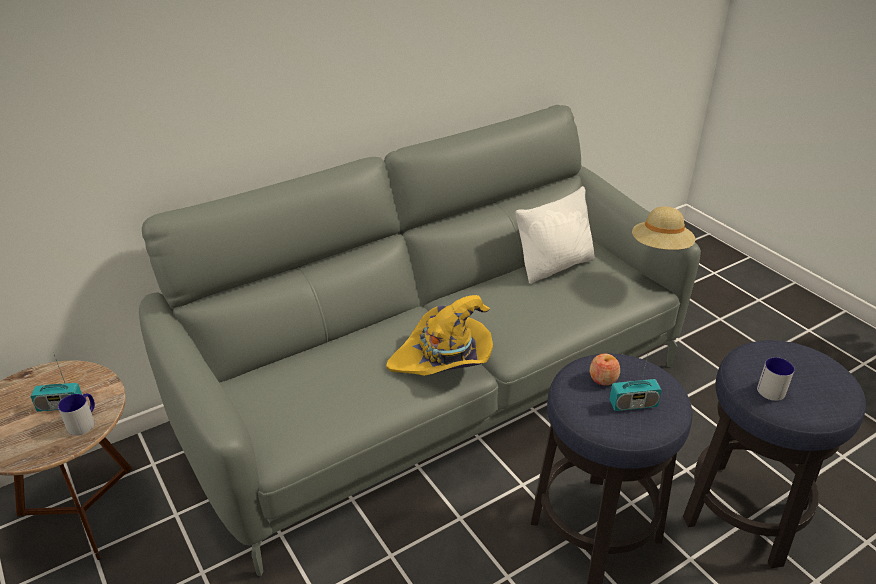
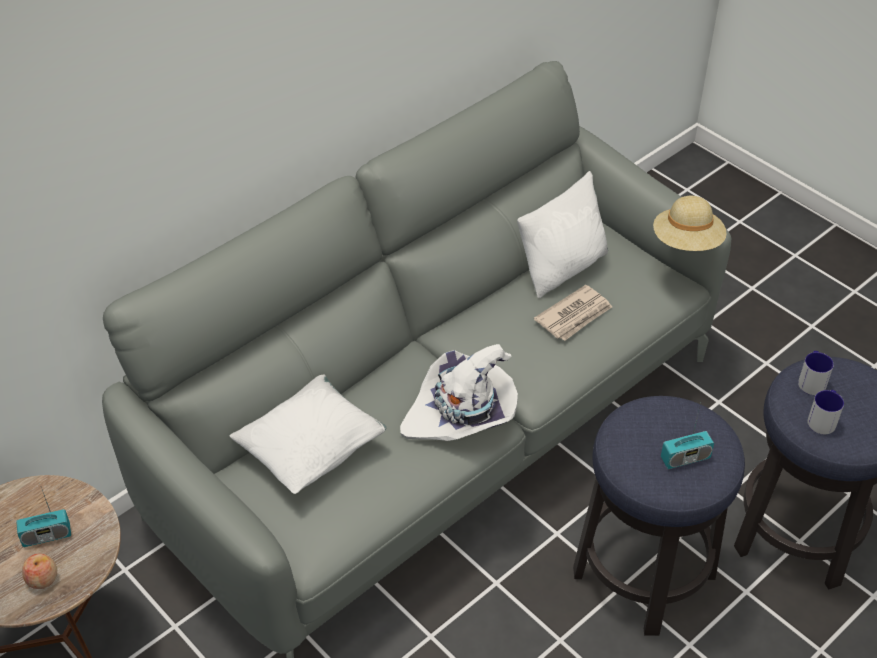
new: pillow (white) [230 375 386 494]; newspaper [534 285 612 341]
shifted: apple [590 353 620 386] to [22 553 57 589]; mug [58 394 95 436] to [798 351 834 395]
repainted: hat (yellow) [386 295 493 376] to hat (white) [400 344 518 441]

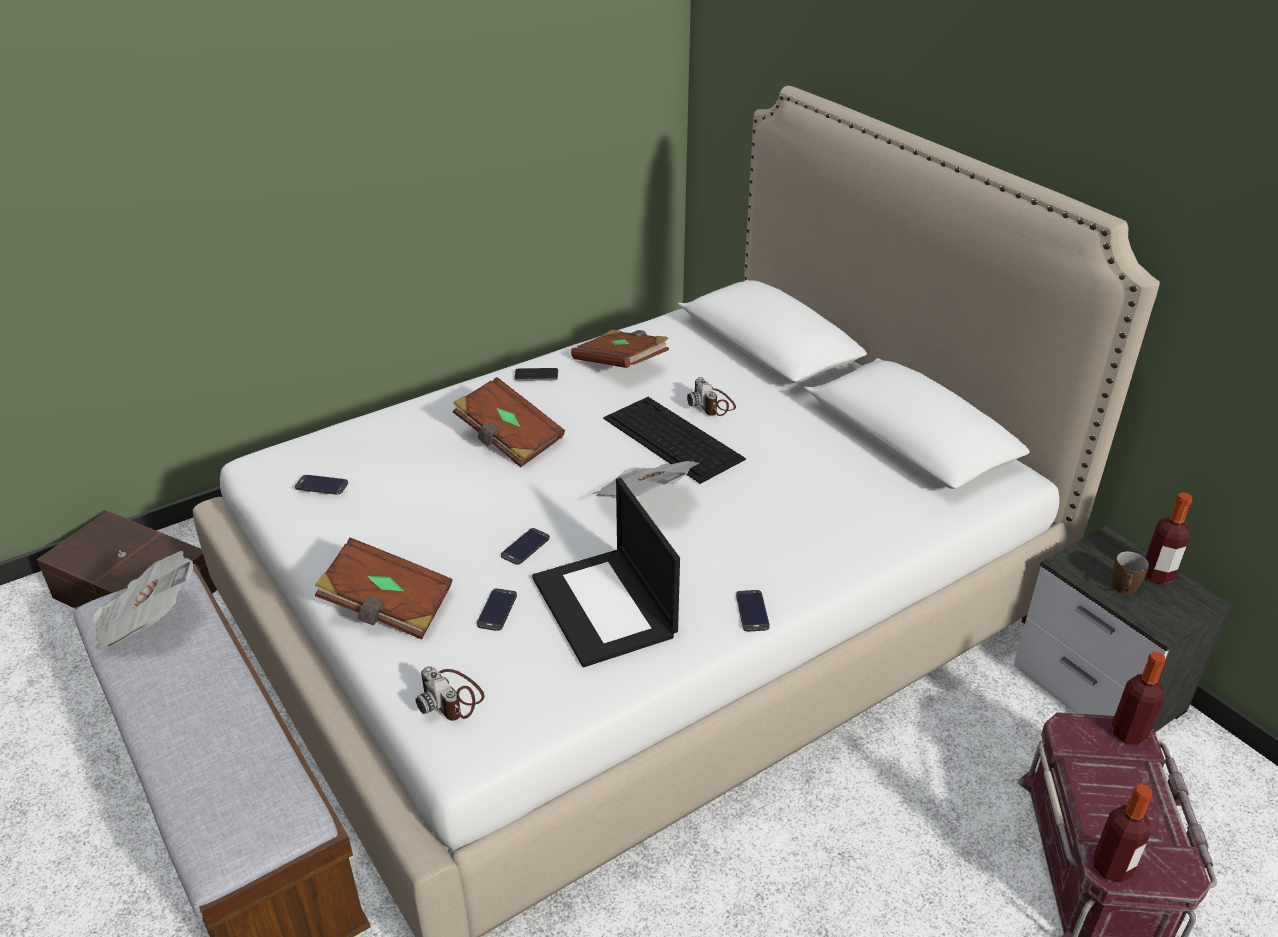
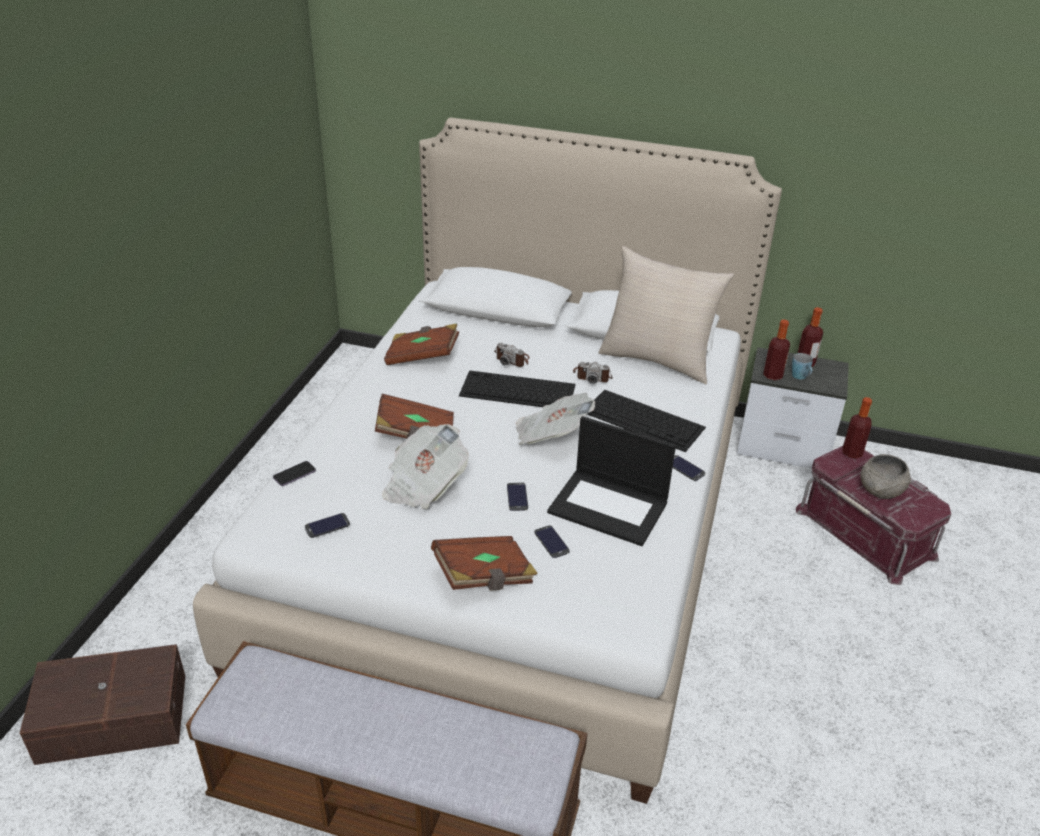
new: keyboard [587 390 706 452]; pillow (beige) [599 246 734 384]; bowl (grey) [860 454 911 499]
shifted: phone [514 368 558 381] to [273 461 316 486]; newspaper [93 551 194 651] to [382 424 469 509]; photo camera [415 666 485 721] to [573 362 612 384]; bottle [1093 784 1152 883] to [763 319 790 380]
repainted: mug (brown) [1112 551 1149 594] to mug (blue) [792 353 813 379]

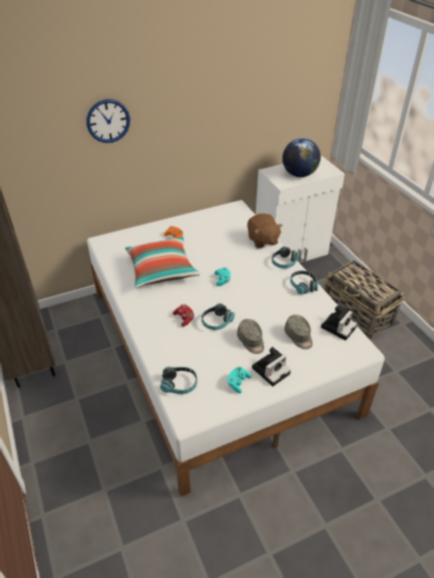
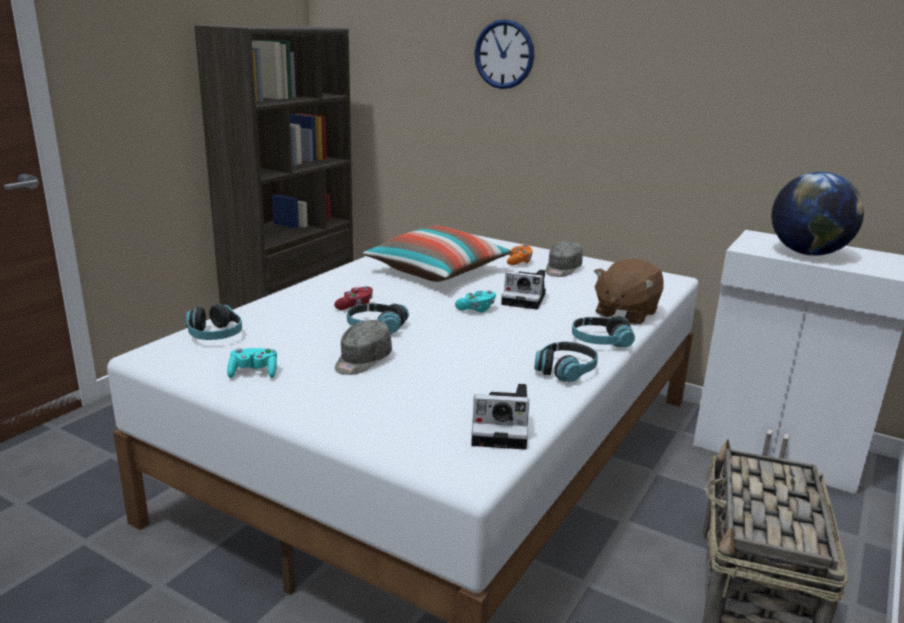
shifted: photo camera [252 347 291 386] to [501 270 546 310]; cap (grey) [284 315 313 349] to [546 241 583 277]

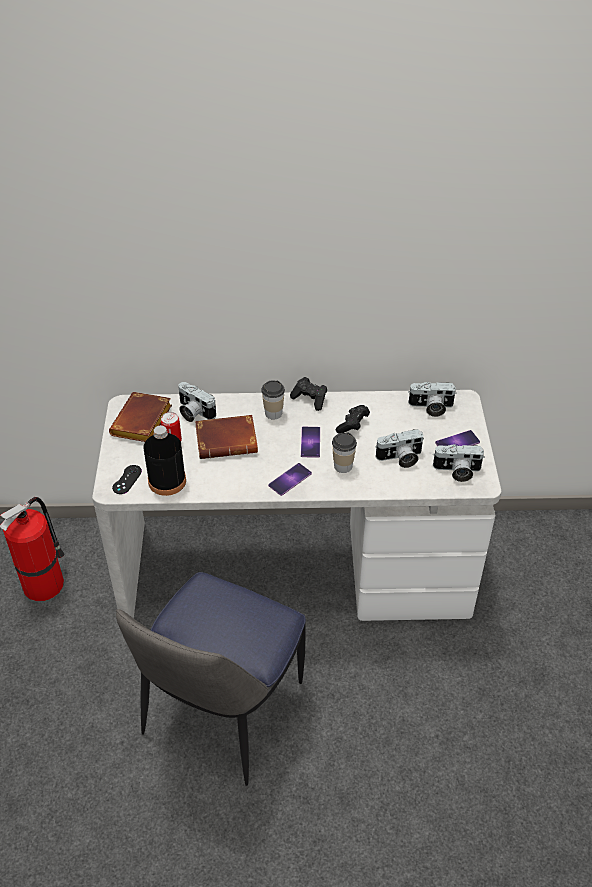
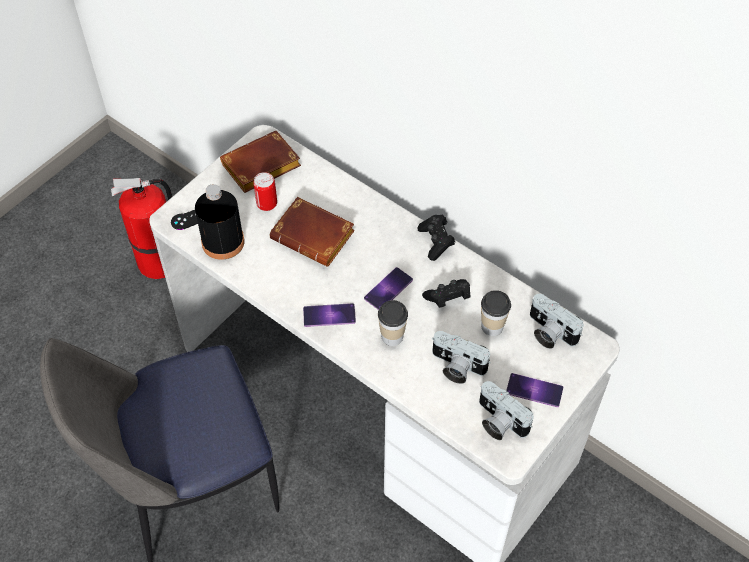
gone: photo camera [178 382 216 422]
shifted: cup [261 380 285 420] to [481 290 511 336]

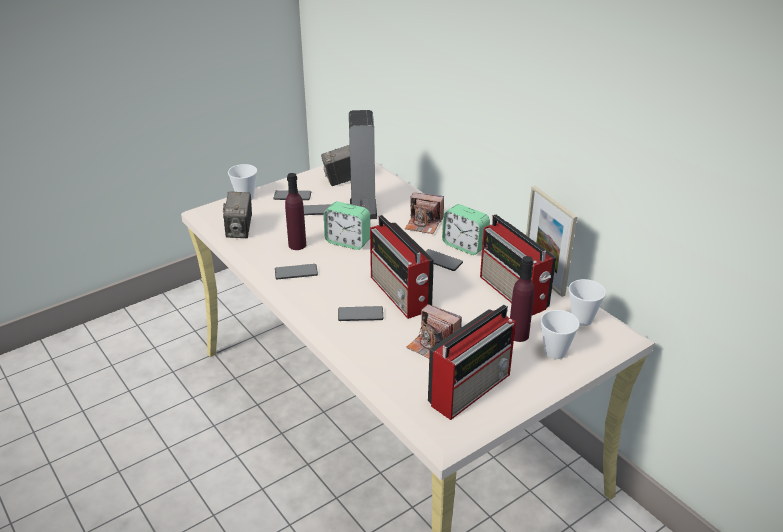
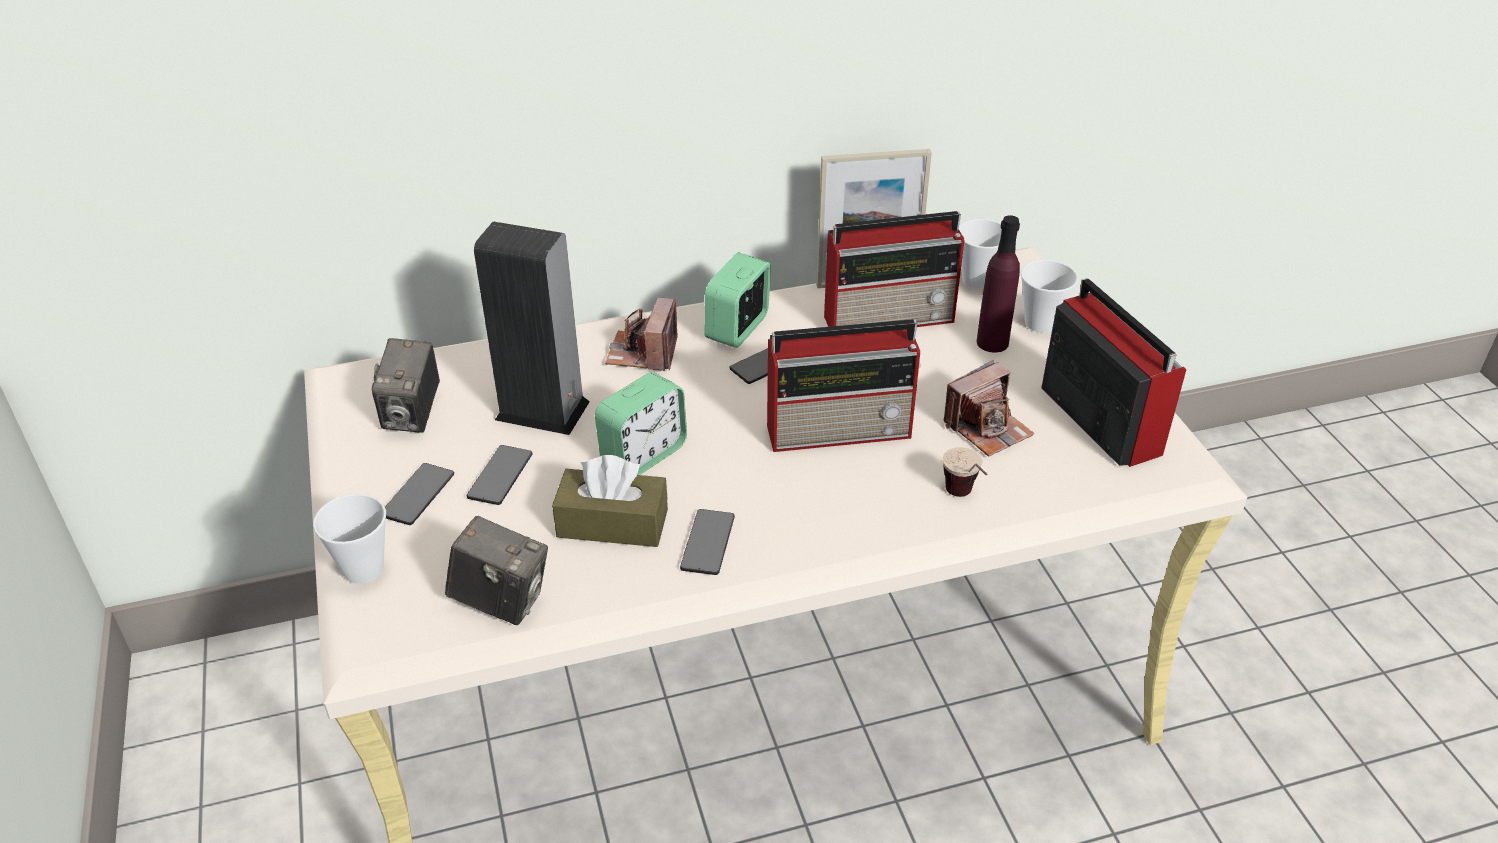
gone: phone [338 306 383 321]
new: cup [943 447 987 497]
swapped: bottle (purple) [285 173 306 250] to tissue box (brown) [552 455 668 547]
rotated: photo camera [405 193 444 234] = [605 297 678 371] 150 degrees clockwise; alarm clock [442 204 490 255] = [704 253 771 348] 150 degrees clockwise

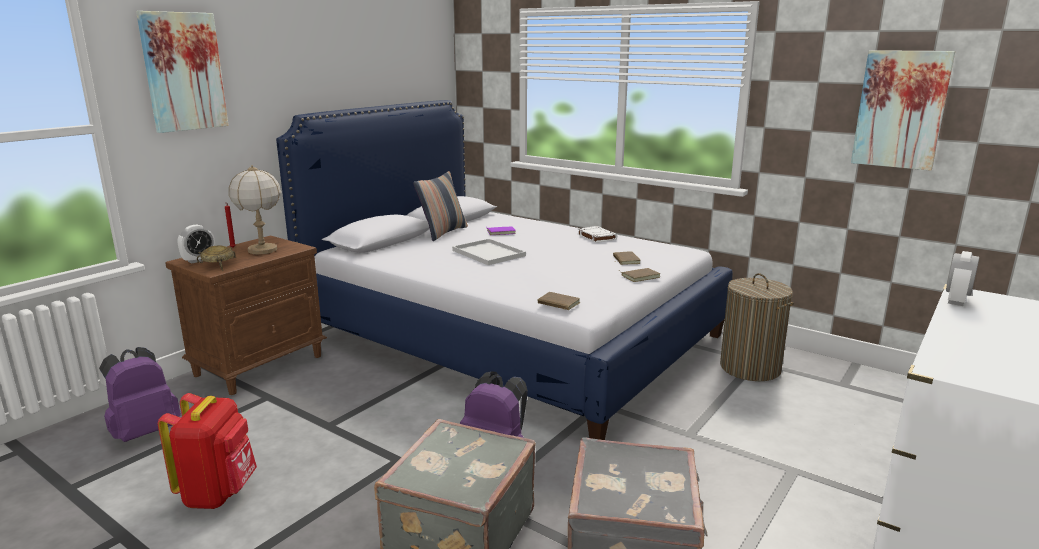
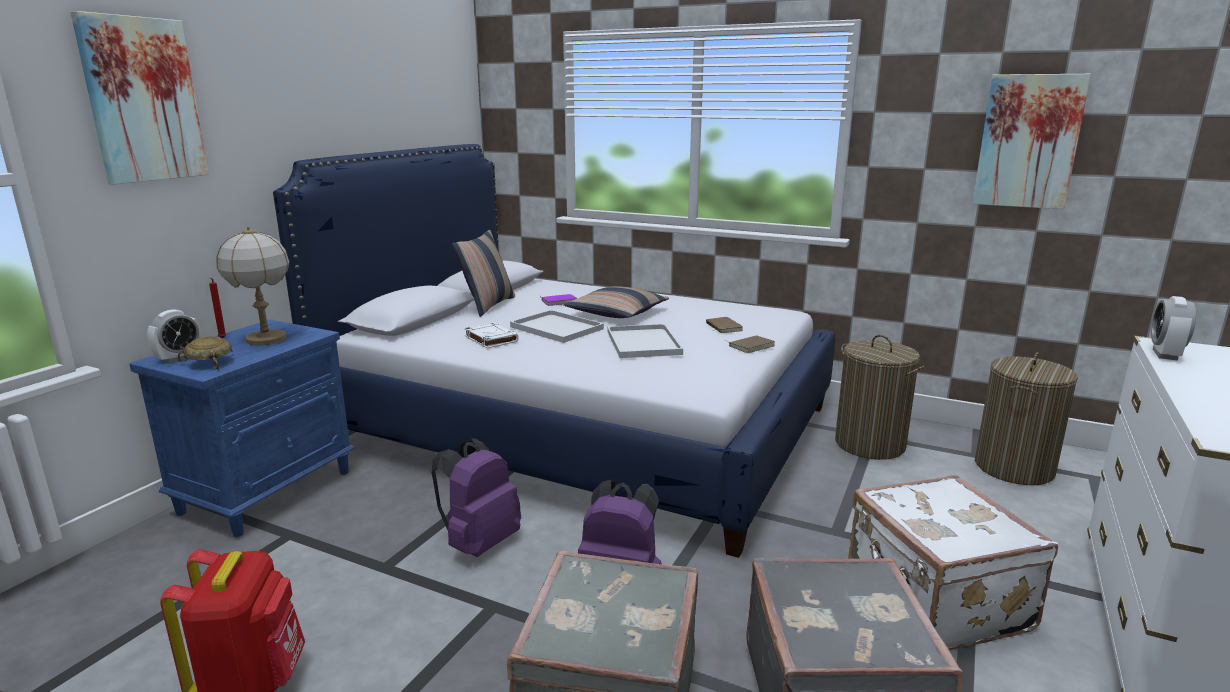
gone: book (brown) [537 292 580 310]
new: pillow [563 286 669 318]; tray (white) [607 324 683 358]; suitcase (white) [848 475 1058 650]; laundry basket [975 352 1078 485]
shifted: backpack (purple) [99 347 181 442] to [431 438 521 557]; book (white) [577 226 617 243] to [464 322 519 348]
repainted: nightstand (brown) [165 235 327 395] to nightstand (blue) [130 320 356 537]

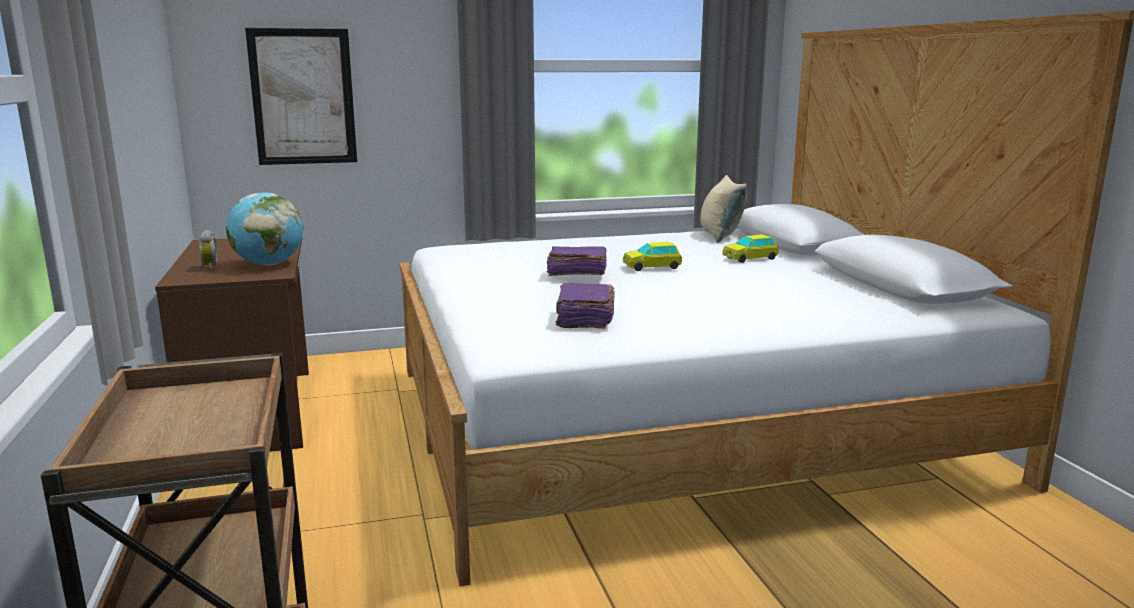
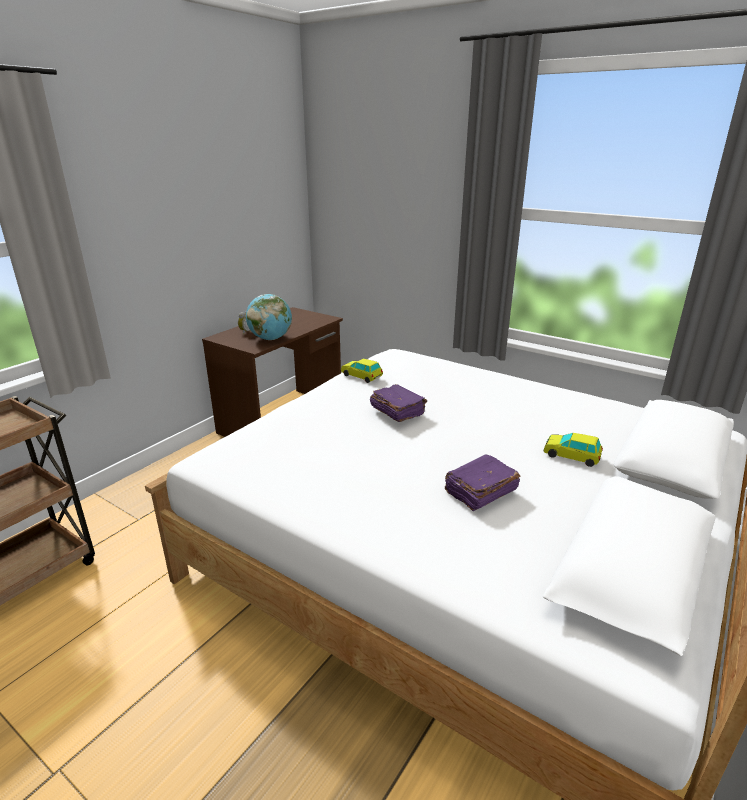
gone: picture [245 28 357 165]; pillow (beige) [700 175 747 243]
shifted: toy car [623 242 682 271] to [341 359 383 383]; book (purple) [556 283 615 329] to [445 454 520 511]

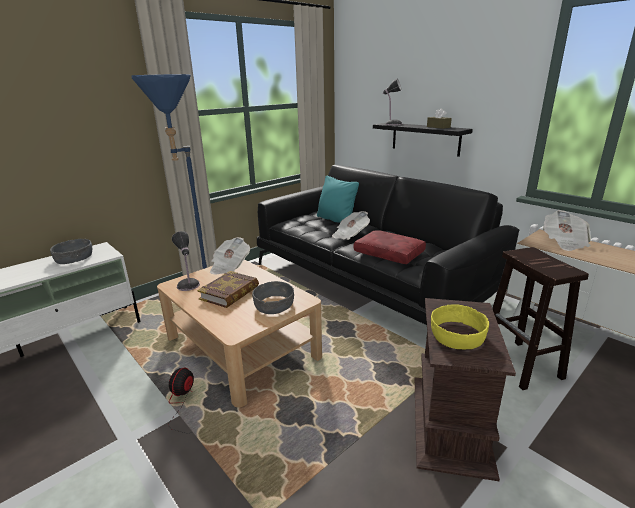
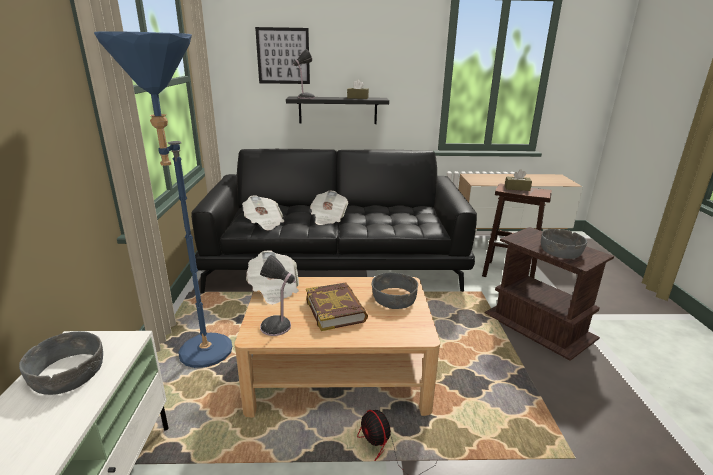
gone: pillow (turquoise) [317 176 359 223]; pillow (red) [354 230 426 264]
new: picture [255 27 310 84]; tissue box (brown) [505 169 532 191]
shifted: newspaper [543 210 591 251] to [242 195 284 231]
repainted: bowl (yellow) [431 304 489 349] to bowl (grey) [541 229 587 259]

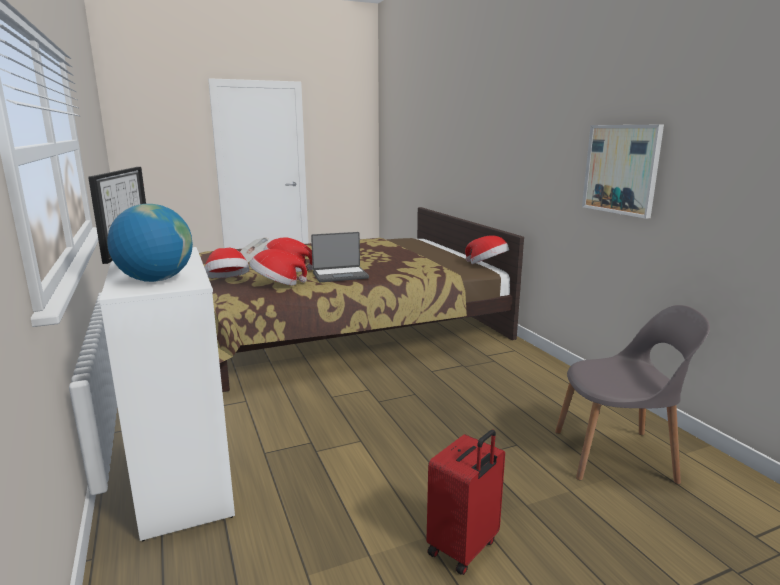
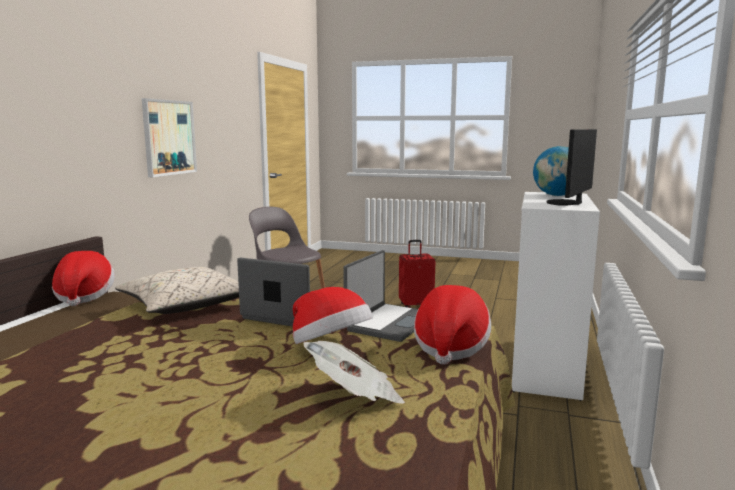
new: pillow (beige) [115 267 239 314]
swapped: hat [250 249 307 286] to laptop [343 250 418 342]

